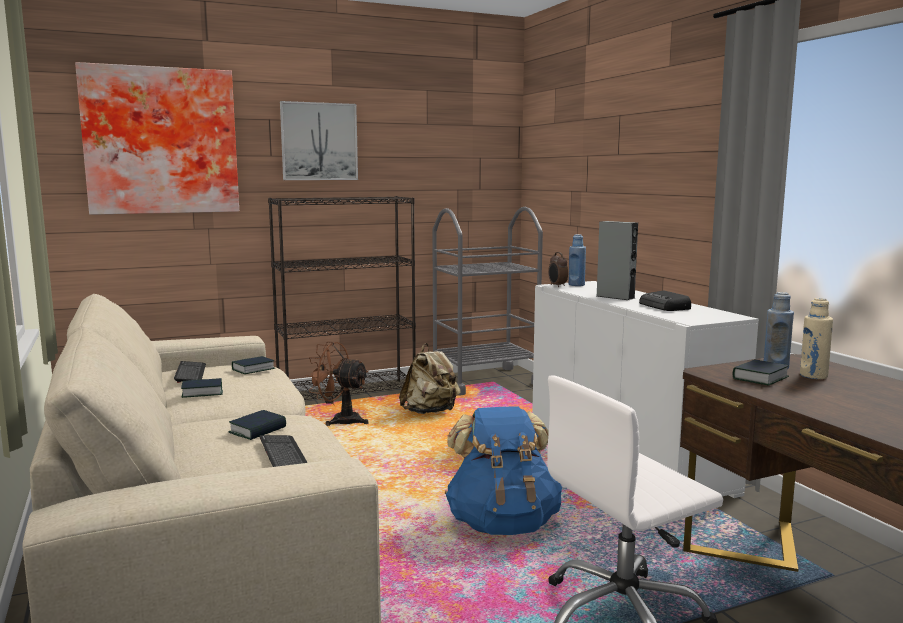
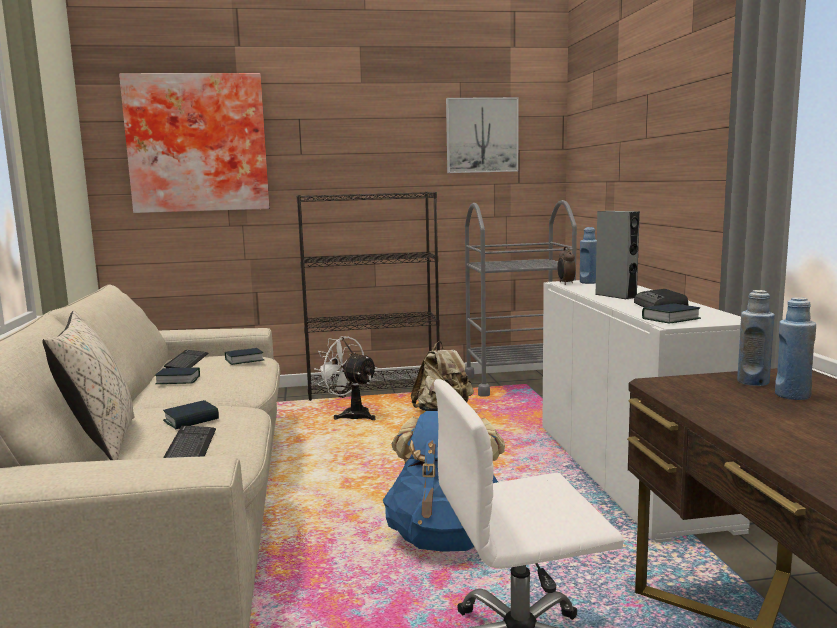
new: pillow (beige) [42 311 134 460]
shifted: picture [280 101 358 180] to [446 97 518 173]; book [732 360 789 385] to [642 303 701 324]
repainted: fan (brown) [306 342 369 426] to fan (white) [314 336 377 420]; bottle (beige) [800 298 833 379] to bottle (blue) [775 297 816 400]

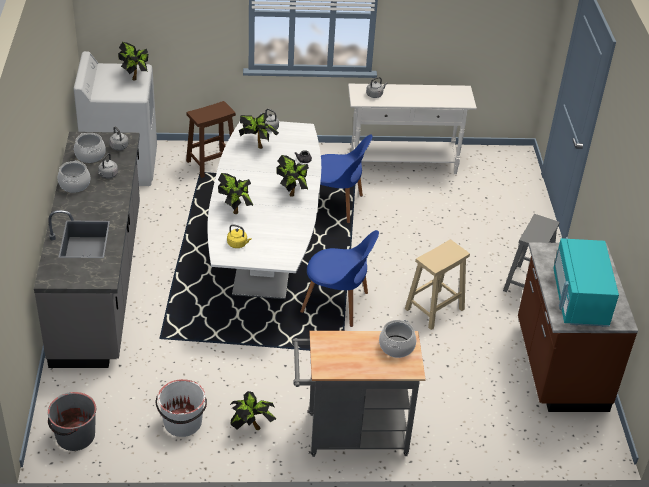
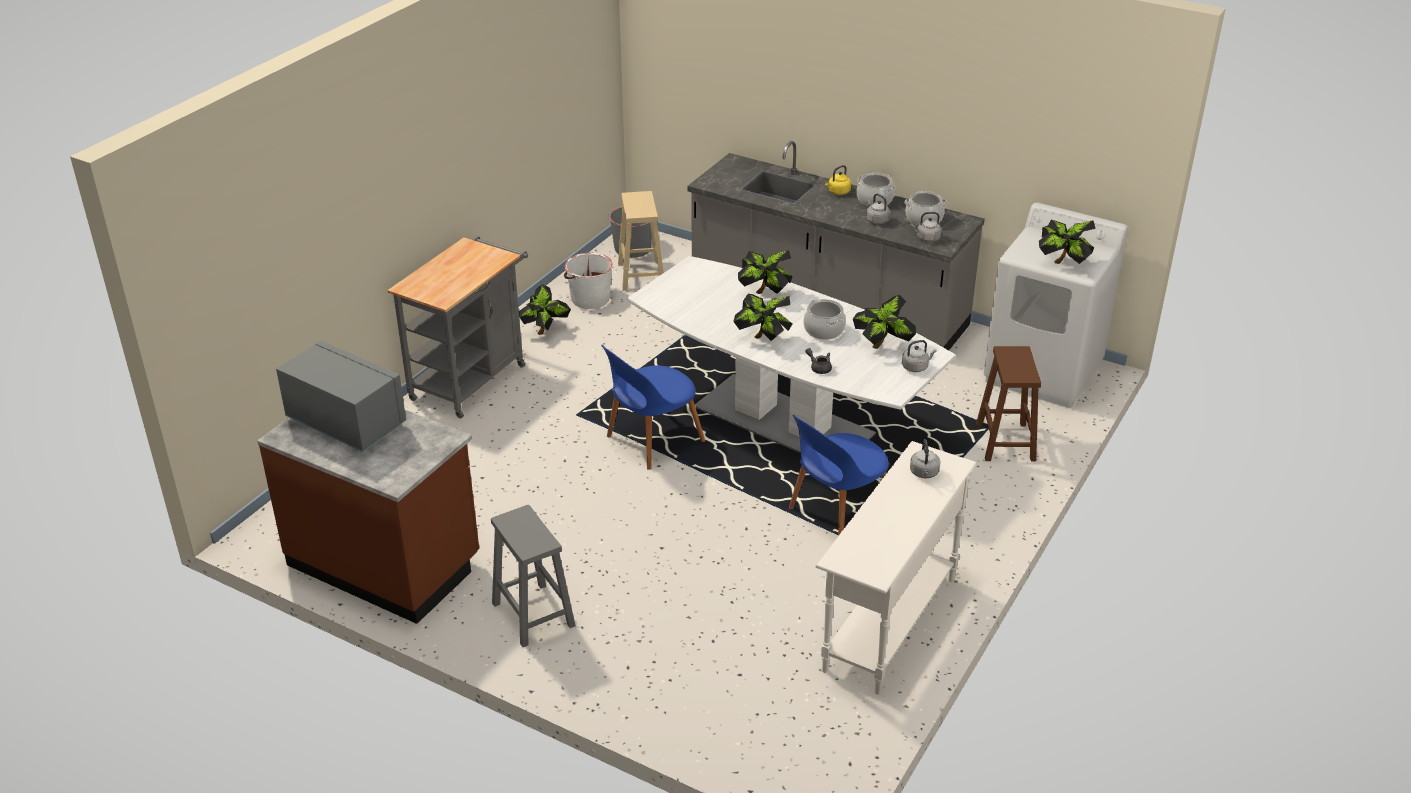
shifted: stool (beige) [405 239 470 330] to [618 191 664 291]; cooking pot [379 320 416 358] to [803 299 846 340]; kettle (yellow) [227 224 252 248] to [825 165 851 195]
repainted: microwave (turquoise) [553 238 619 327] to microwave (grey) [276 341 406 452]

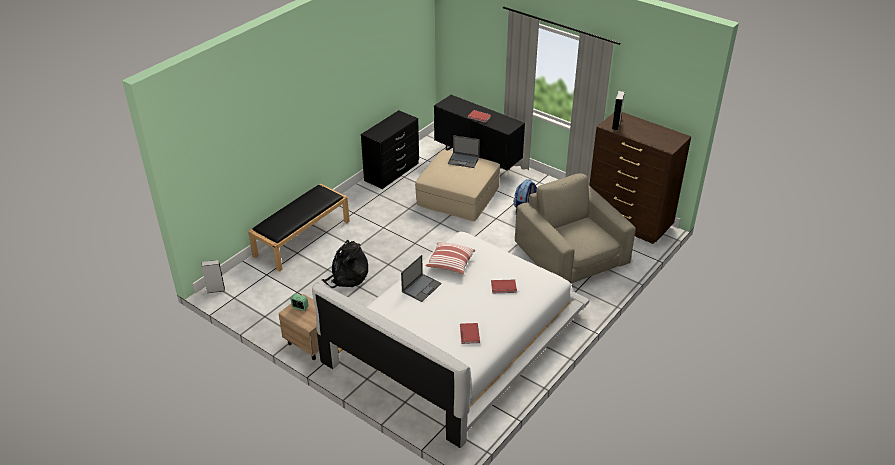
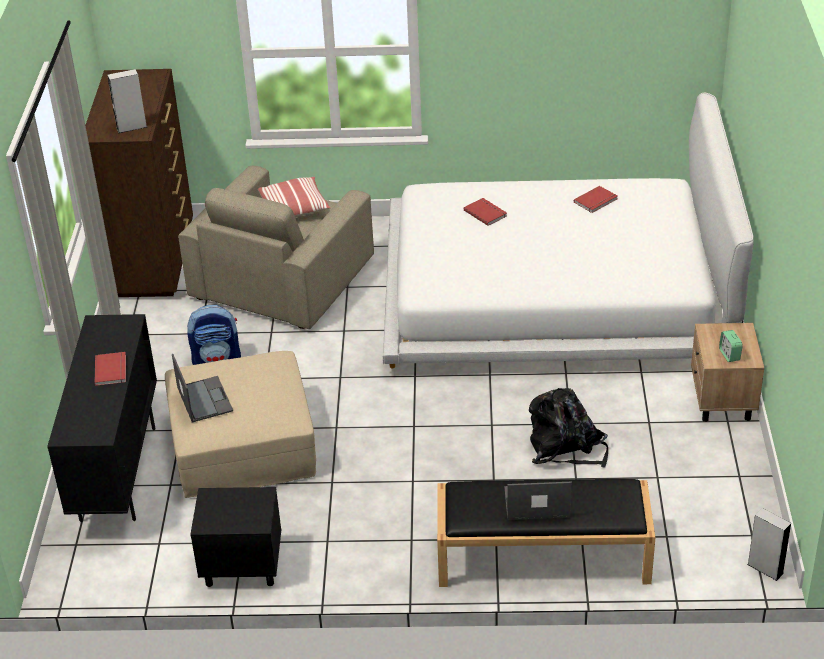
shifted: pillow [425 243 475 274] to [258 177 331 218]; laptop [401 255 442 302] to [504 482 572 520]
swapped: dresser (black) [361 110 419 189] to nightstand (black) [190 487 281 587]

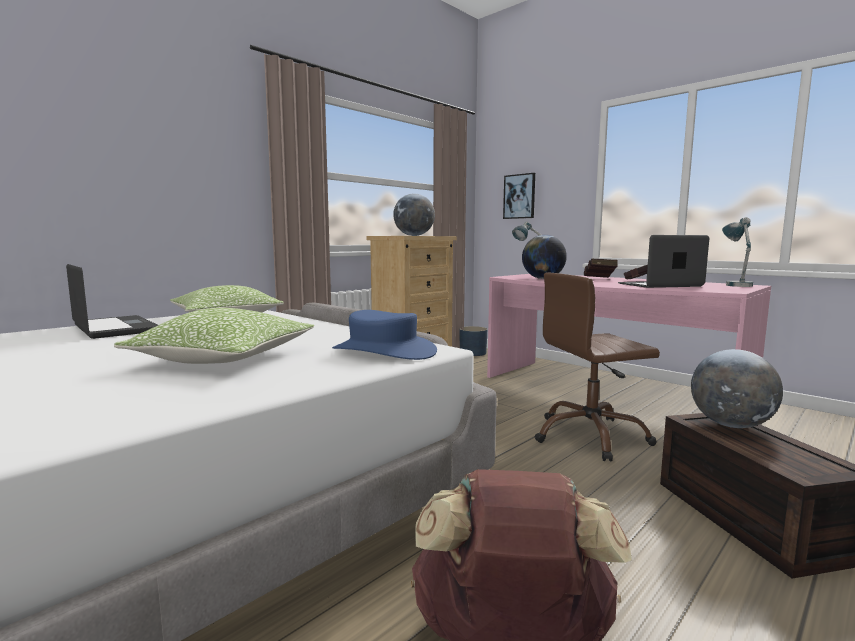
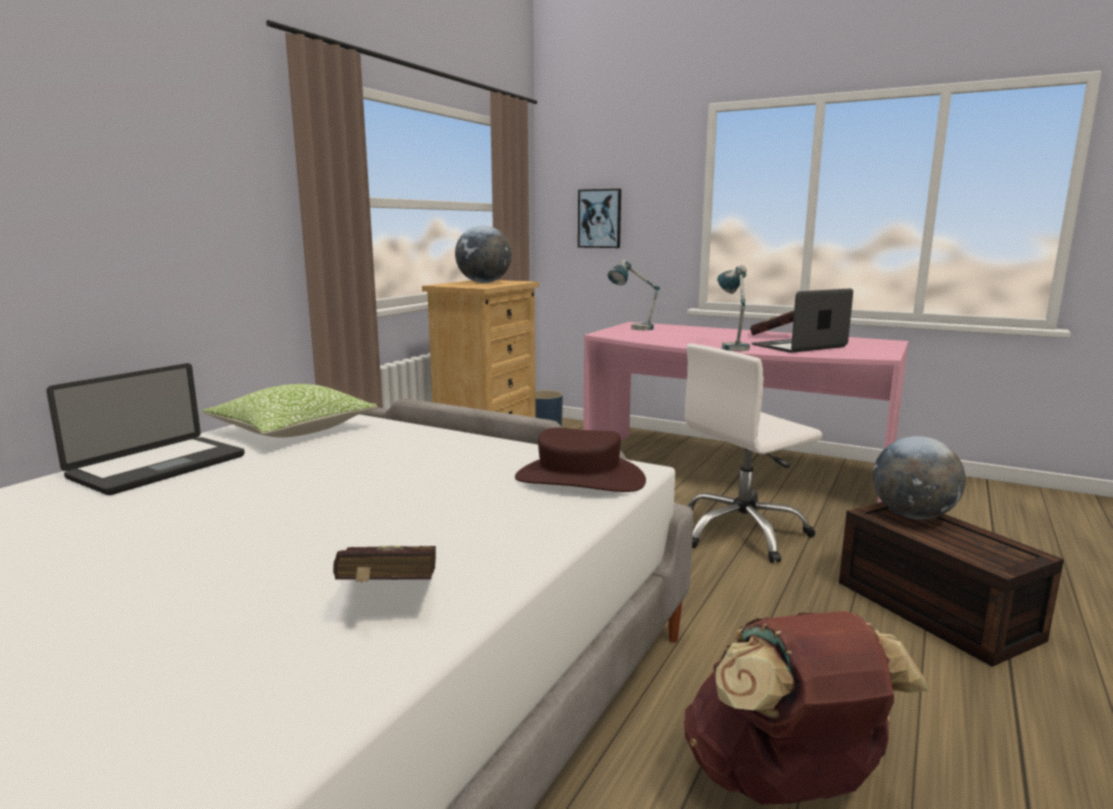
gone: pillow [114 308 314 364]; globe [522 235 567 279]
shifted: book (red) [584 259 618 278] to [333 546 436 582]; table lamp [722 217 753 287] to [717 265 750 351]
repainted: hat (blue) [332 310 437 360] to hat (brown) [515 427 646 492]; office chair (brown) [535 273 660 461] to office chair (white) [685 344 822 563]
rotated: laptop [66 264 158 339] = [46 363 245 495] 90 degrees clockwise

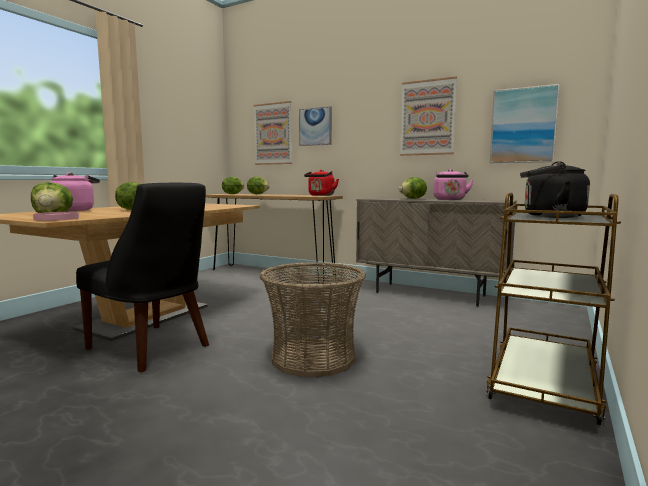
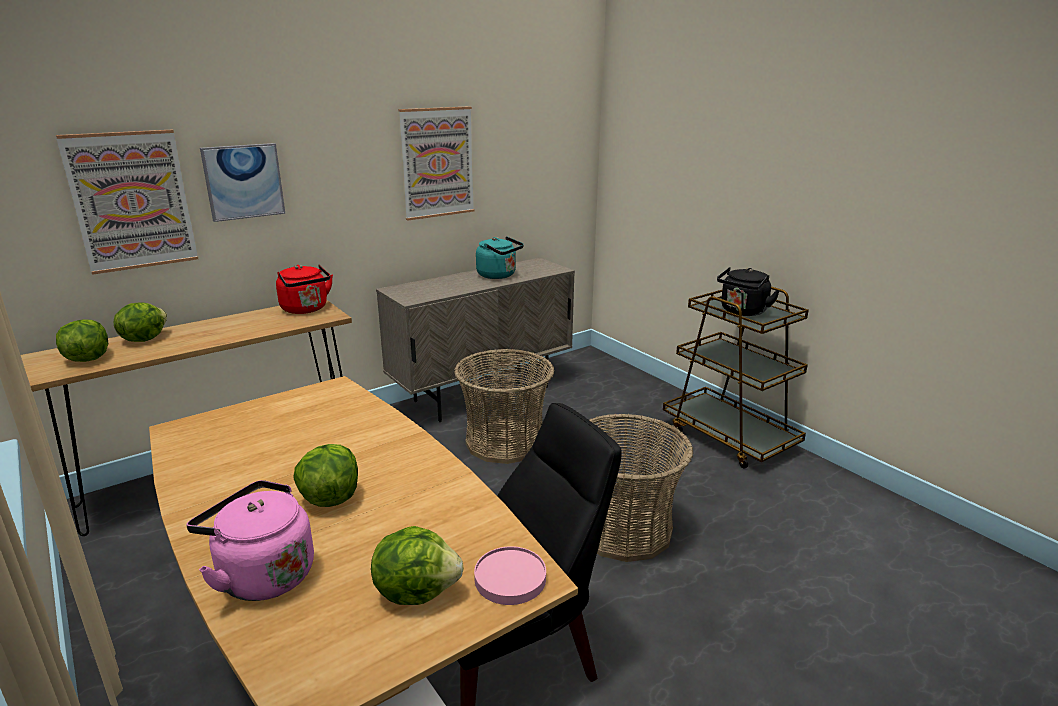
gone: lettuce [399 177 427 199]; picture [490 84 560 163]
new: basket [454 349 554 464]
repainted: kettle (pink) [434 169 473 200] to kettle (turquoise) [476 236 524 279]

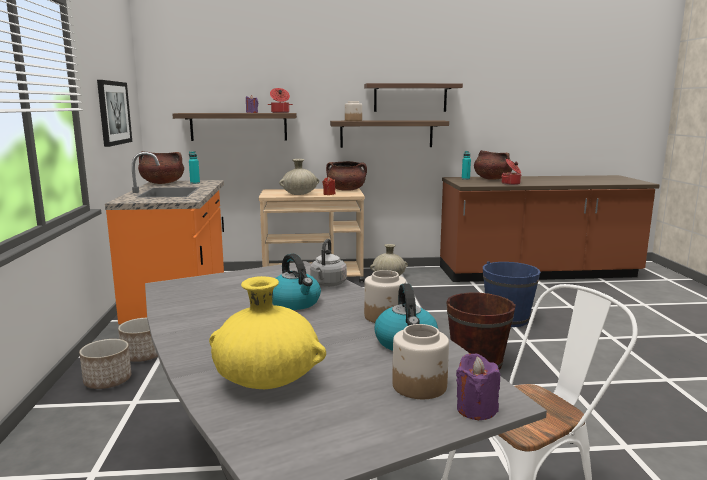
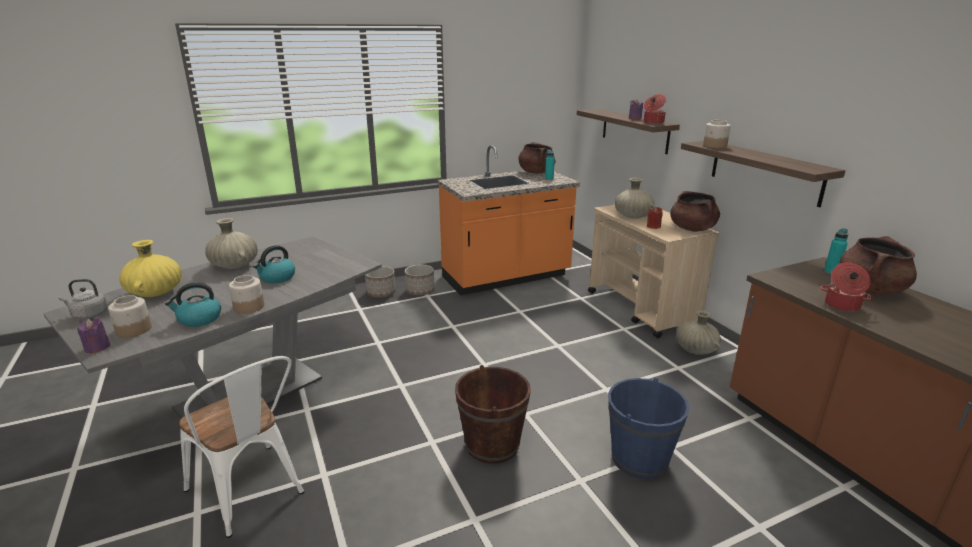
gone: picture [97 80 132 147]; shelf [364 83 463 112]
new: vase (beige) [205 218 258 269]
shifted: kettle (grey) [310 239 347 287] to [58 279 107 319]

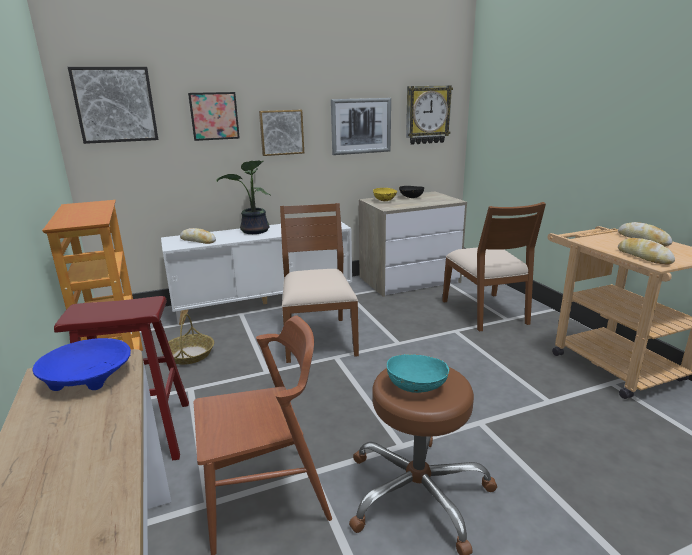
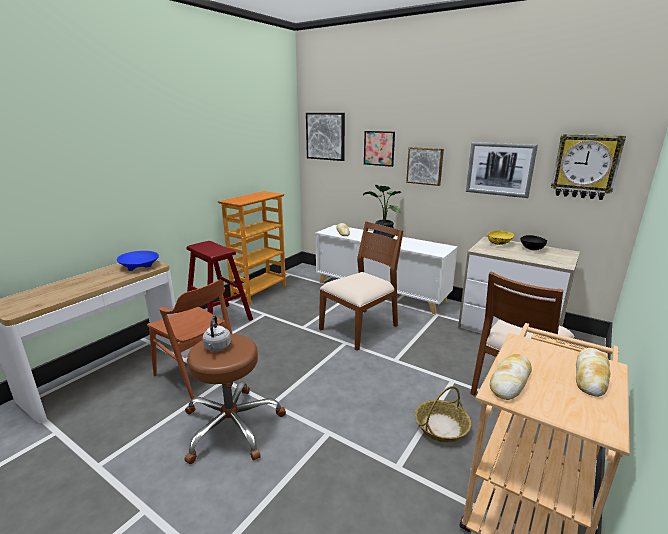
shifted: basket [162 314 214 365] to [415 386 471 442]
swapped: bowl (turquoise) [387 354 449 393] to kettle (grey) [202 315 231 352]

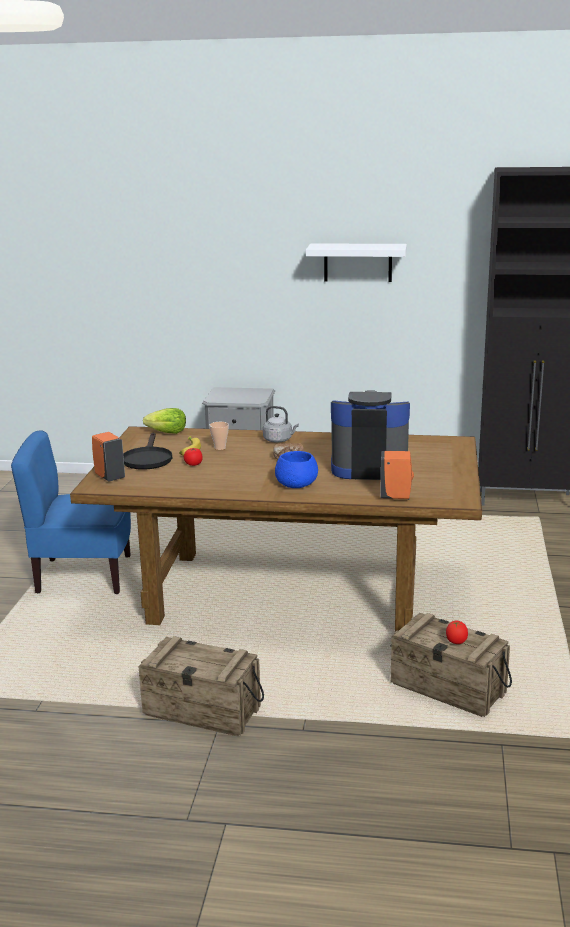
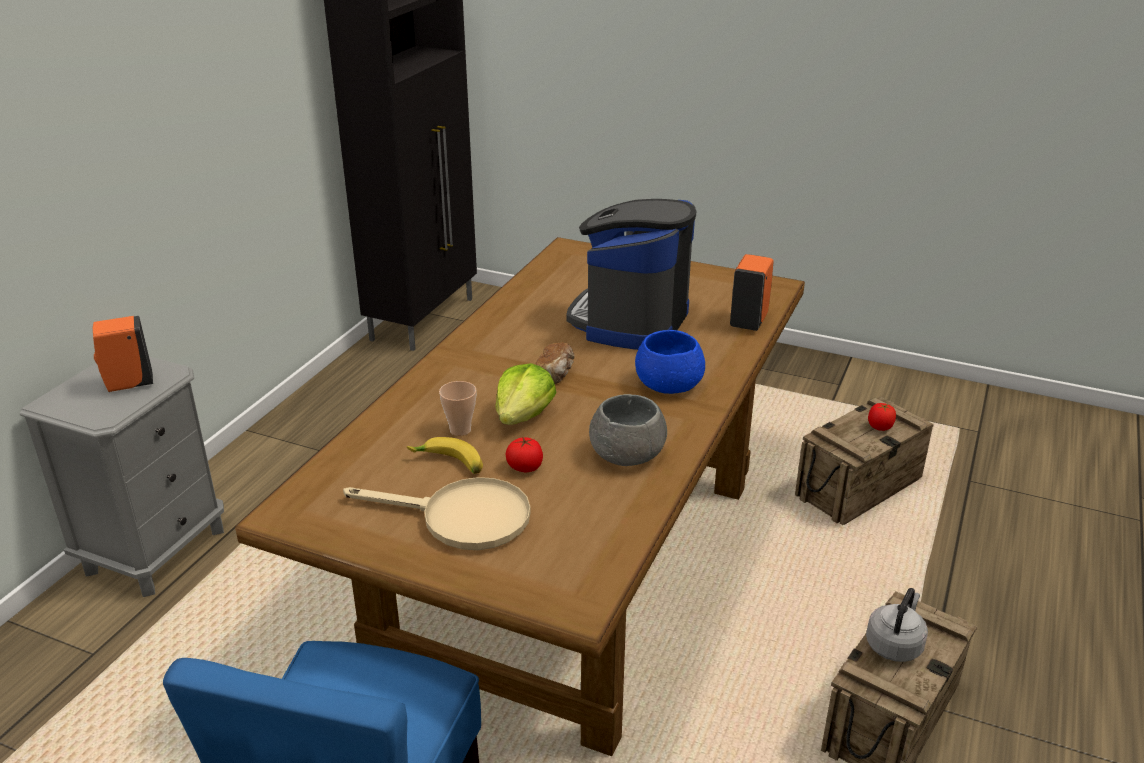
gone: shelf (white) [306 244 407 282]
new: bowl (grey) [589 394 667 466]
shifted: soap dispenser (orange) [92 432 125 481] to [93 316 153 392]; lettuce [143 408 186 434] to [495 363 556 425]; kettle (grey) [263 406 299 442] to [866 588 928 662]
repainted: frying pan (black) [123 433 172 470] to frying pan (beige) [343 477 531 550]

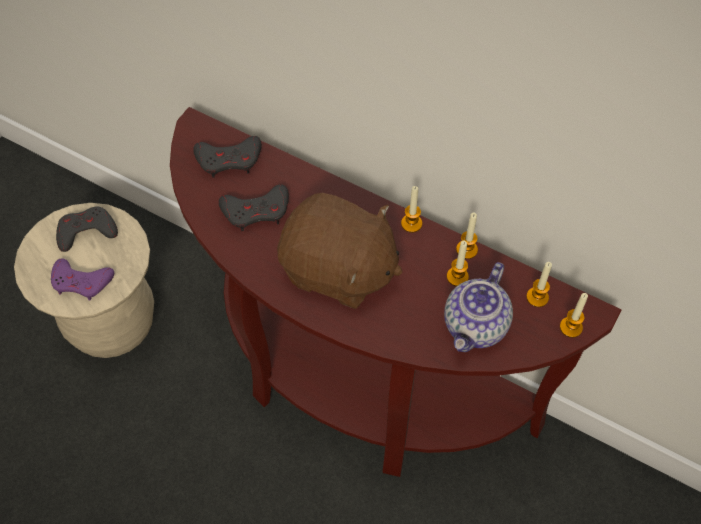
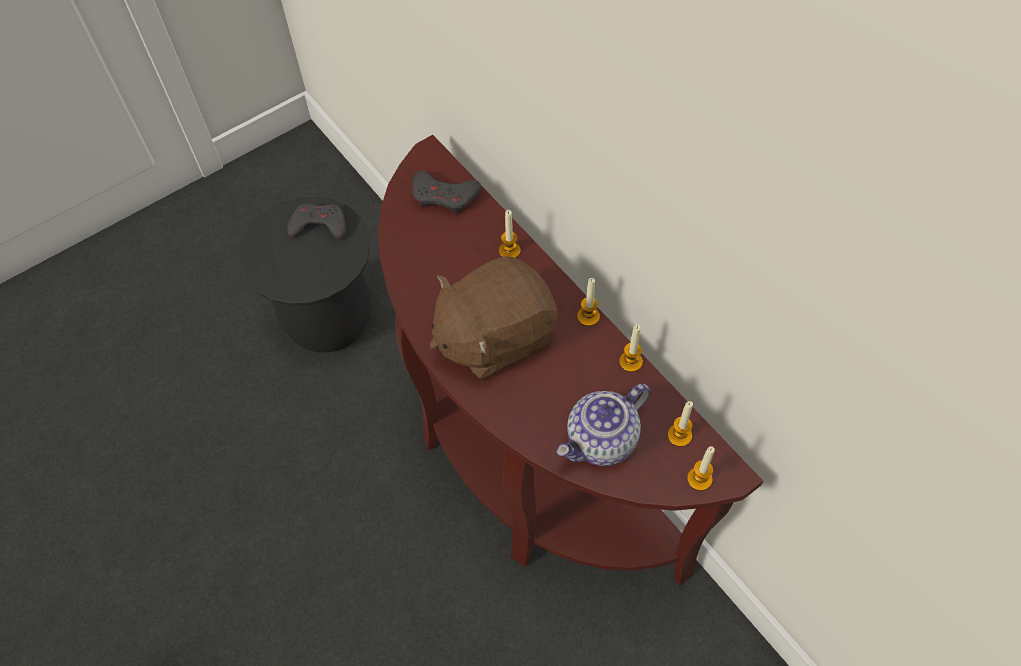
gone: game controller (purple) [51 258 114 300]; game controller (grey) [219 184 289 231]
shifted: candle [447 241 469 286] to [499 210 520 258]
repainted: stool (beige) [14 203 154 358] to stool (black) [239 197 372 353]
rotated: plush toy (brown) [277 193 403 309] = [430 256 558 380] 105 degrees clockwise

